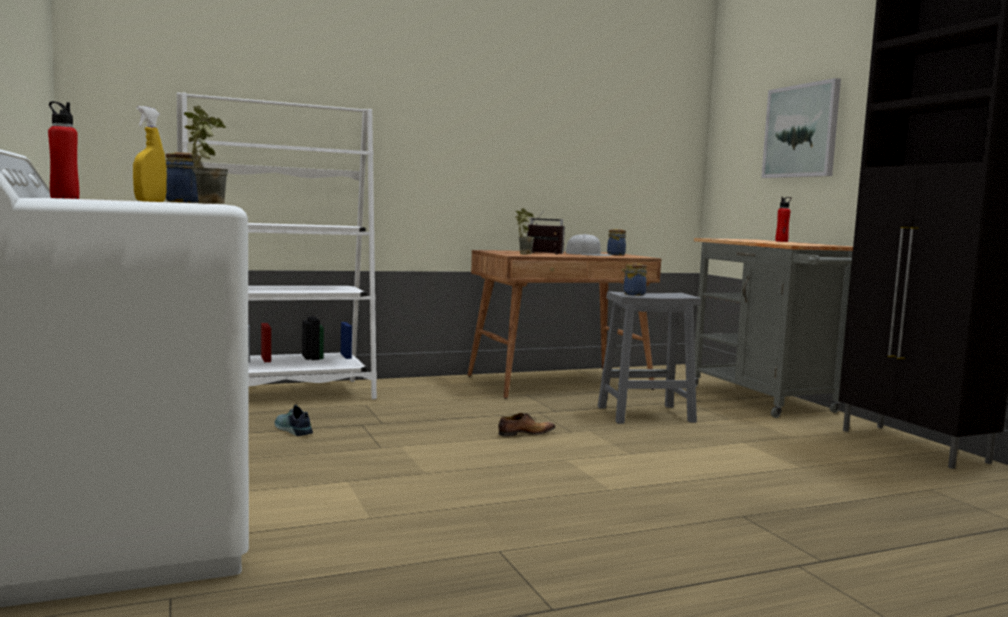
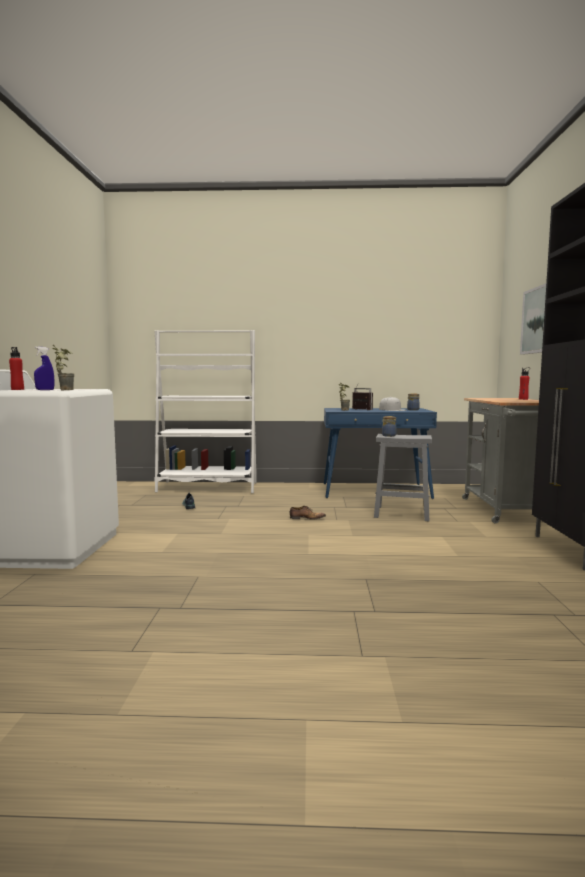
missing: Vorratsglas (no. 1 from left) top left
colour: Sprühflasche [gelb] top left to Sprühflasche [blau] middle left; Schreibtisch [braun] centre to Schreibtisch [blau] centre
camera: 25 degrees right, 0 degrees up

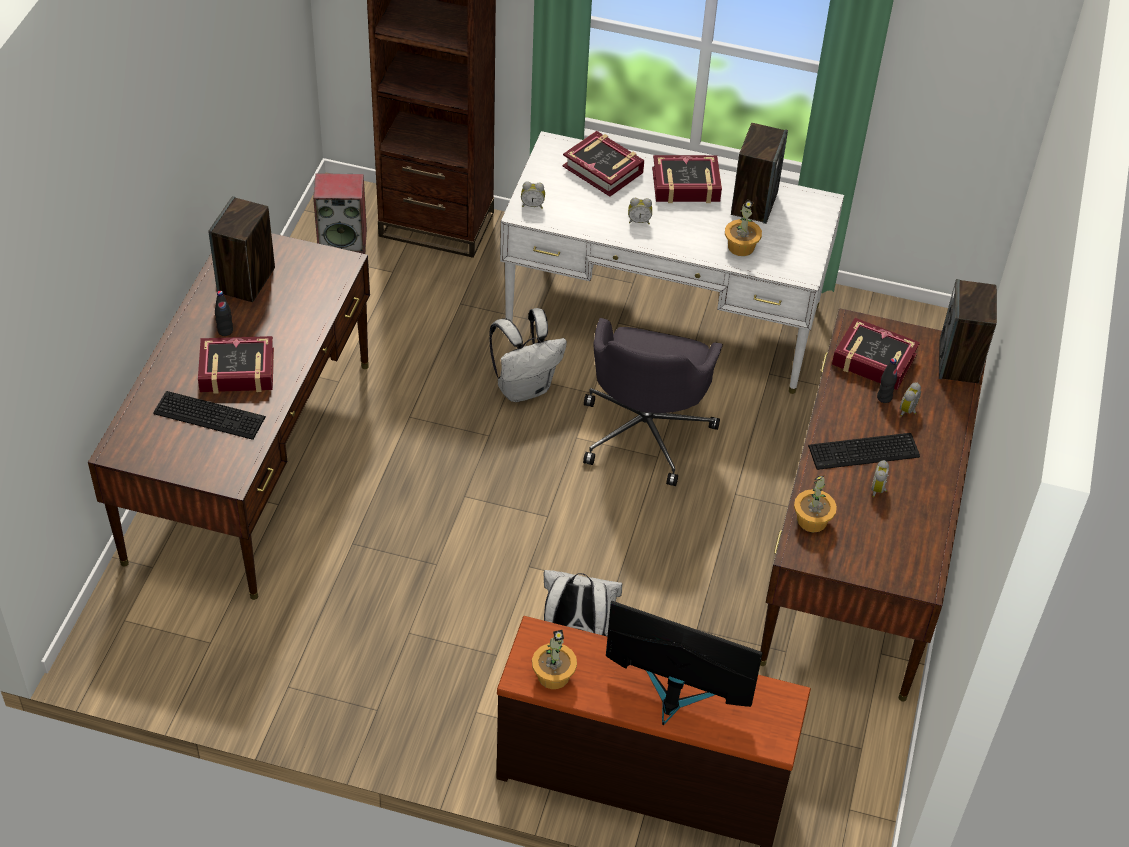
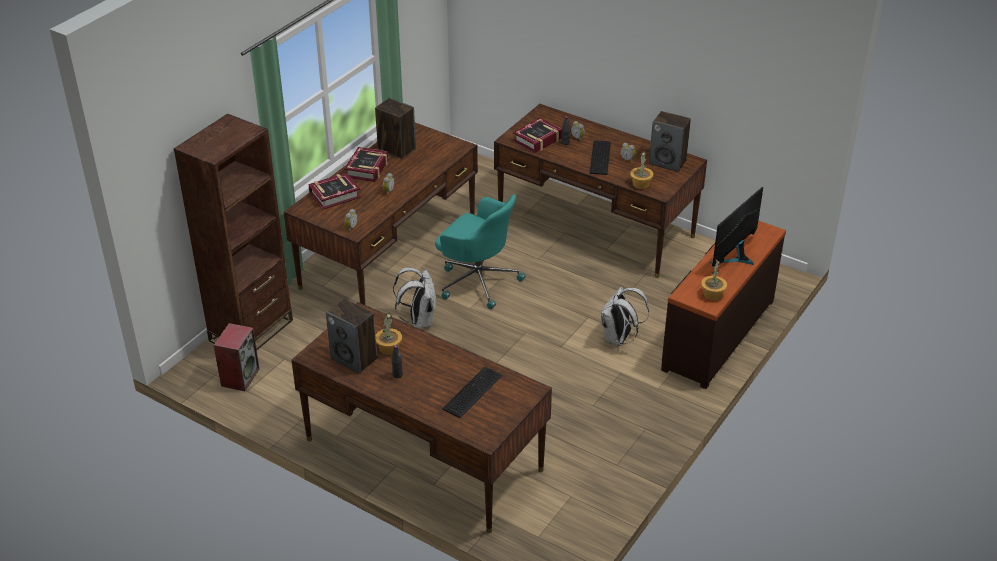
missing: Buch (no. 1 from left) middle left
relocated: Topfpflanze (no. 2 from left in the first image) top centre to Topfpflanze (no. 1 from left) centre; Lautsprecher (no. 4 from left) middle right to top right
colour: Schreibtisch [weiß] top centre to Schreibtisch [braun] (no. 1 from left) centre; Bürostuhl [grau] centre to Bürostuhl [türkis] centre
camera: 70 degrees left, 10 degrees down

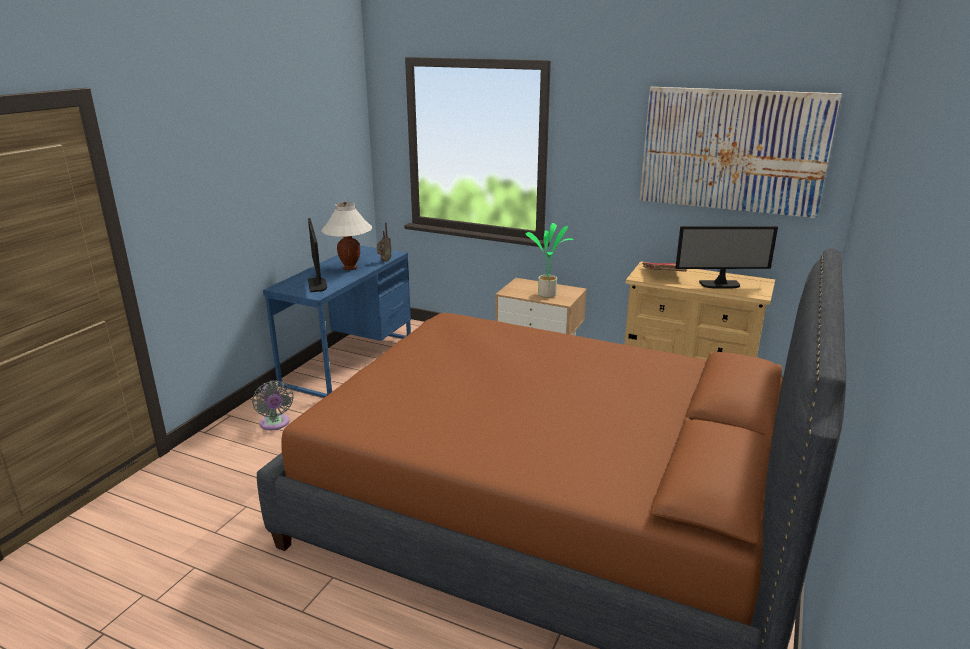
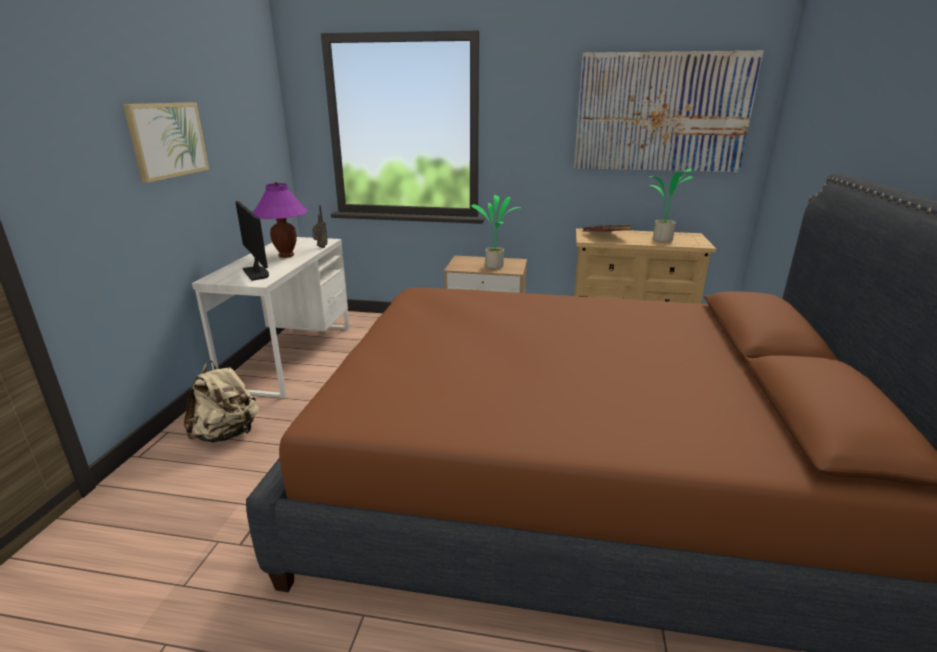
appeared: Bild (no. 1 from left) top left
exchanged: Monitor (no. 2 from left) middle right to Topfpflanze (no. 2 from left) top right; Ventilator [grau] middle left to Rucksack [beige] middle left
colour: Tischlampe [weiß] centre to Tischlampe [lila] middle left; Schreibtisch [blau] centre to Schreibtisch [weiß] middle left
camera: 15 degrees left, 0 degrees up

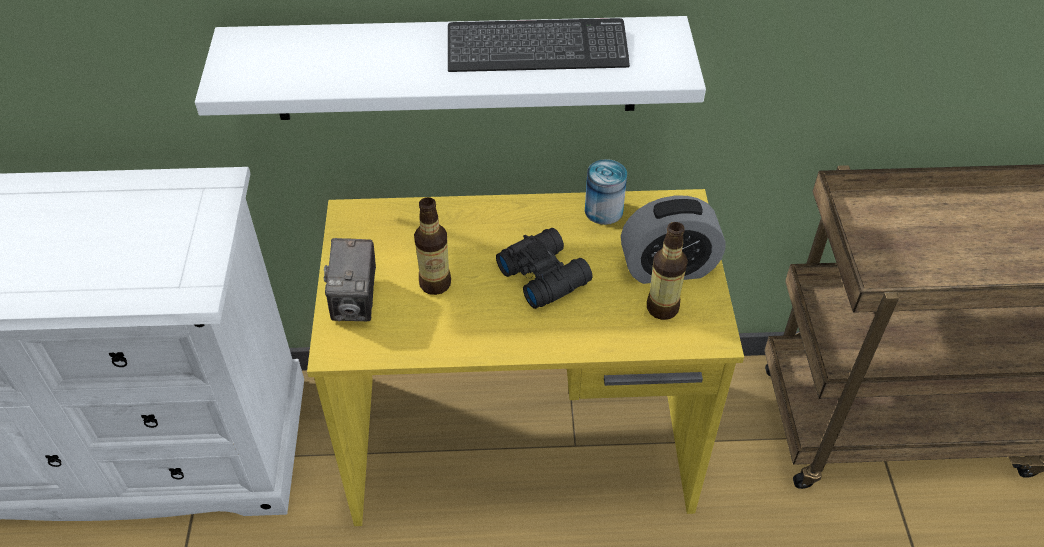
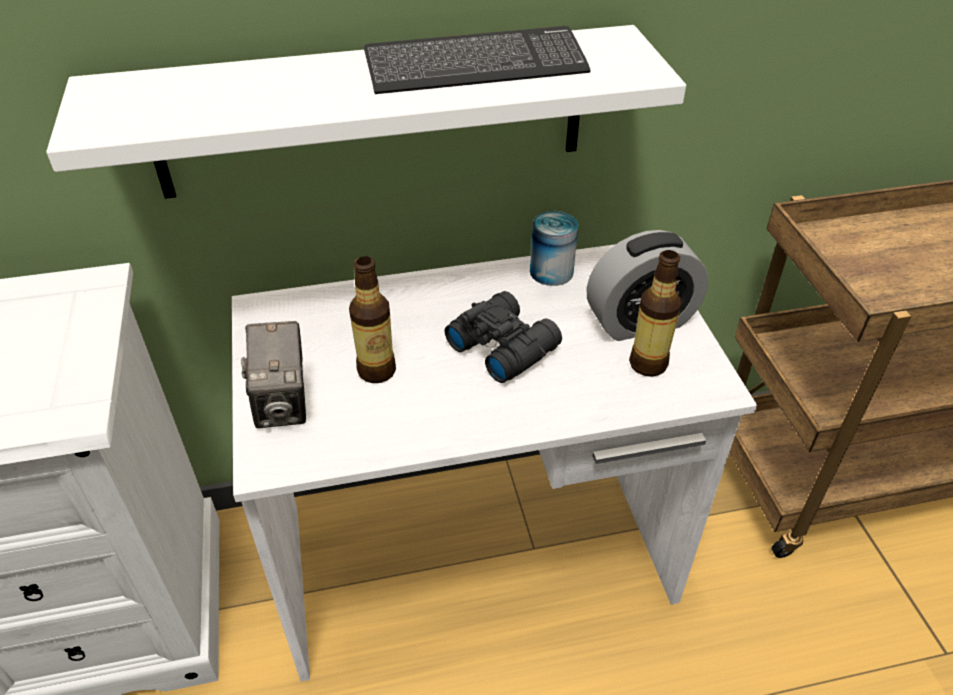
colour: Schreibtisch [gelb] centre to Schreibtisch [weiß] centre
camera: 10 degrees left, 5 degrees down

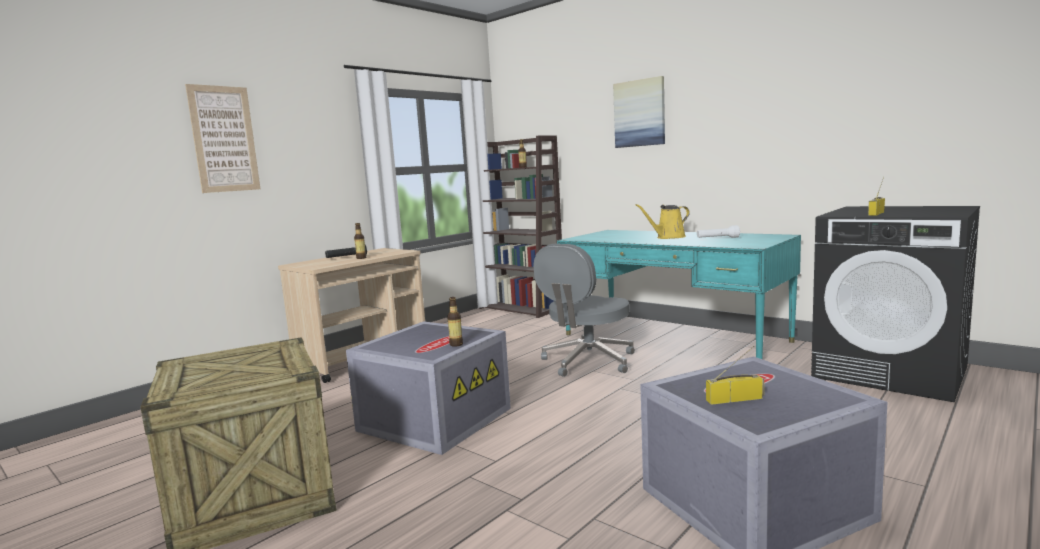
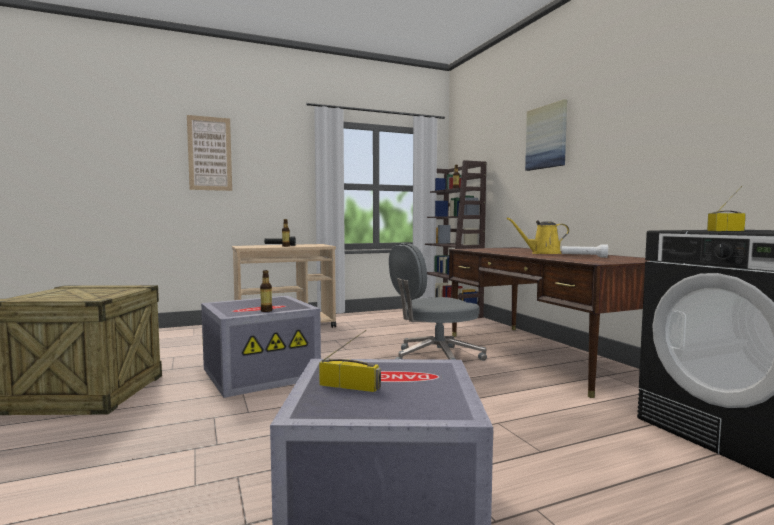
colour: Schreibtisch [türkis] centre to Schreibtisch [braun] middle right
camera: 25 degrees right, 5 degrees down

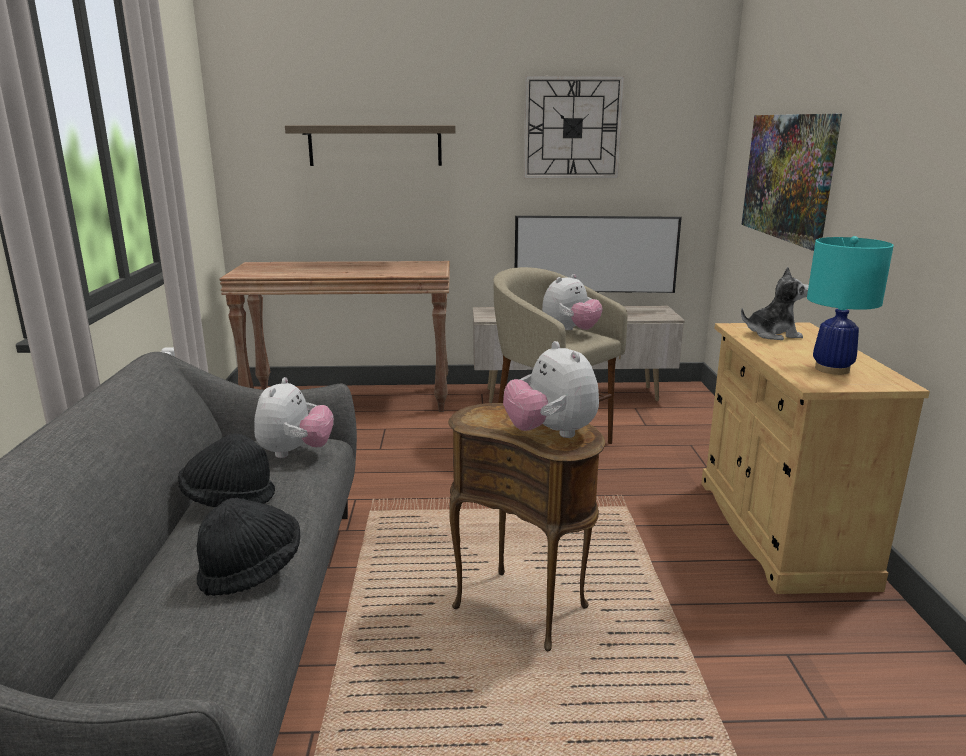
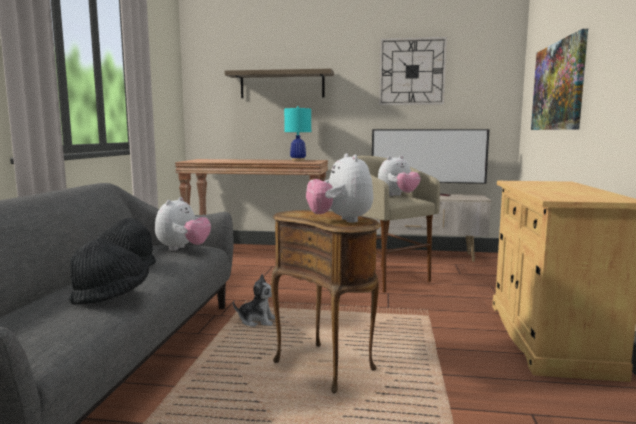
relocated: Tischlampe [türkis] middle right to top centre; Plüschtier (no. 4 from left in the first image) middle right to Plüschtier (no. 2 from left) bottom centre
camera: 10 degrees right, 10 degrees down

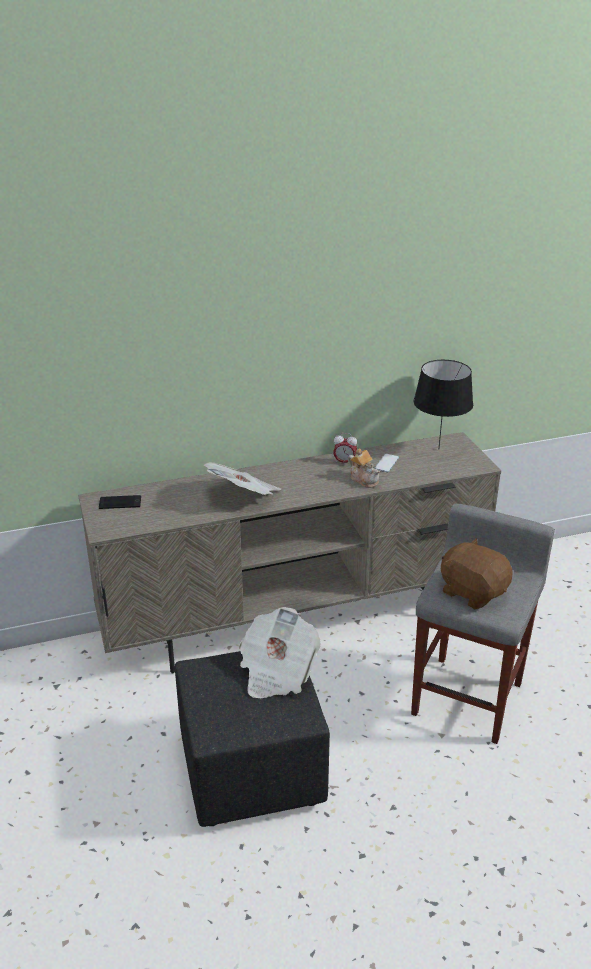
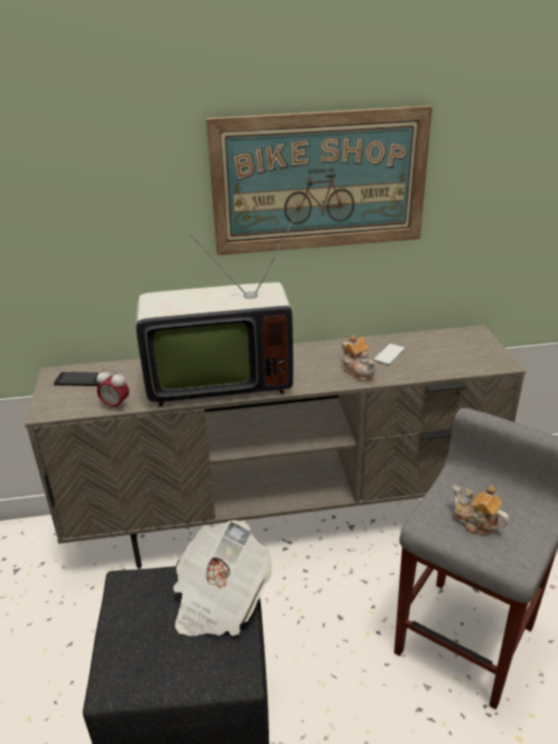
missing: Tischlampe [schwarz] middle right
appeared: Bild top centre
relocated: Wecker centre to middle left
exchanged: Zeitung (no. 1 from left) centre to Fernseher centre; Plüschtier [braun] middle right to Teekanne (no. 2 from left) bottom right
camera: 10 degrees right, 0 degrees up

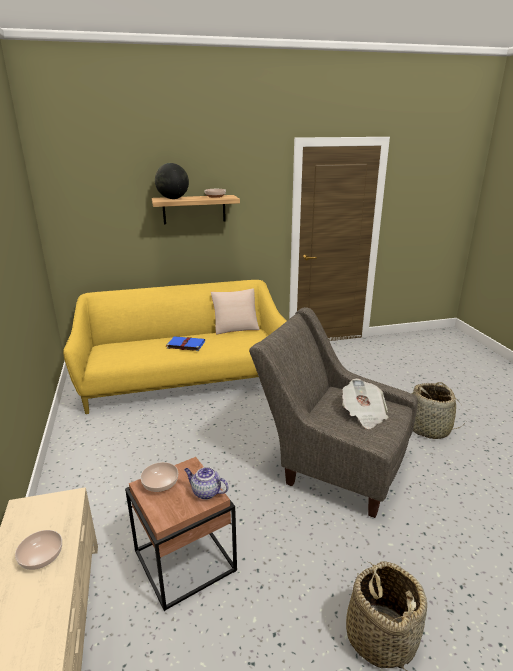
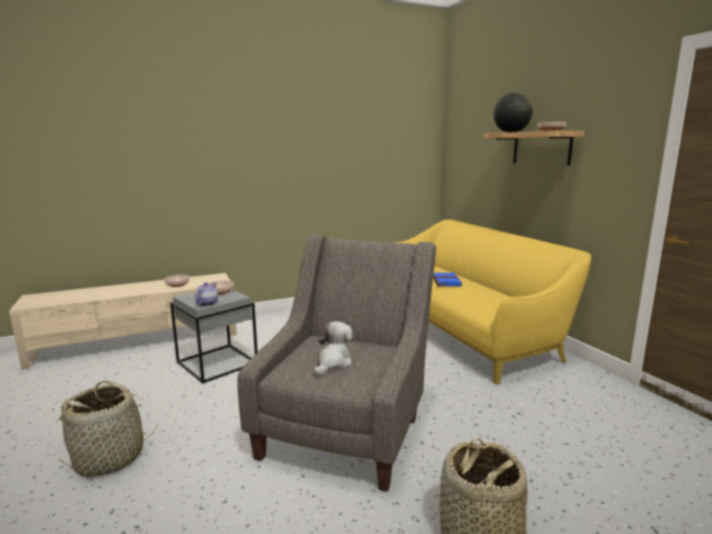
missing: Kissen [beige] centre
exchanged: Zeitung middle right to Plüschtier centre
colour: Beistelltisch [braun] bottom centre to Beistelltisch [grau] middle left
camera: 80 degrees right, 10 degrees down

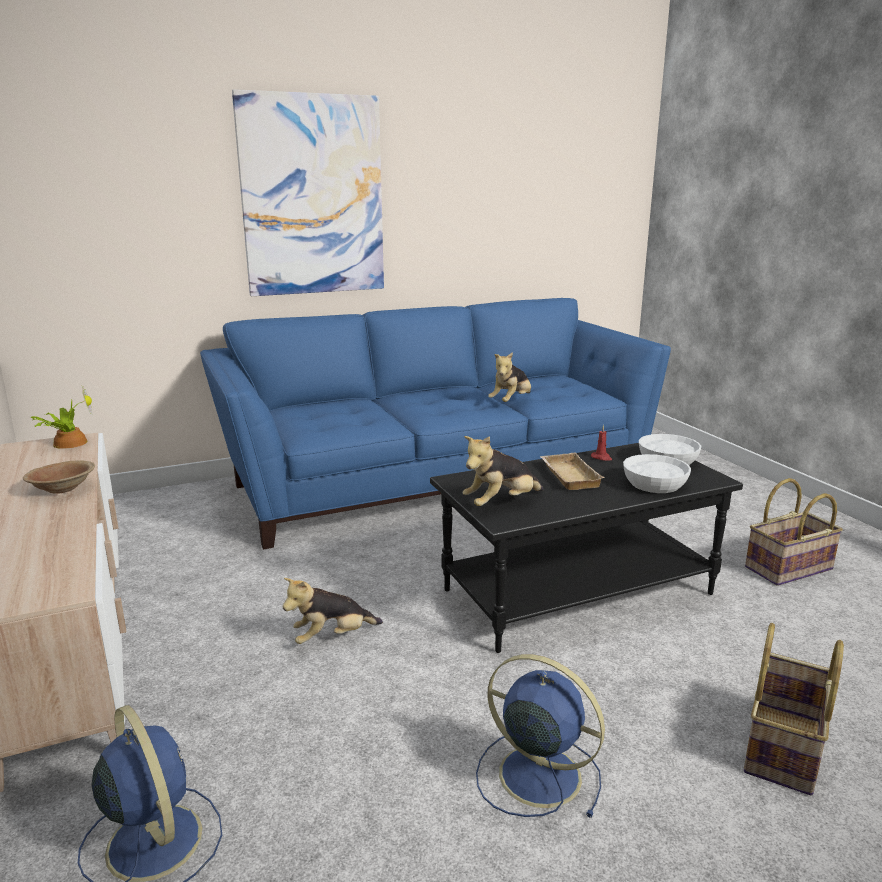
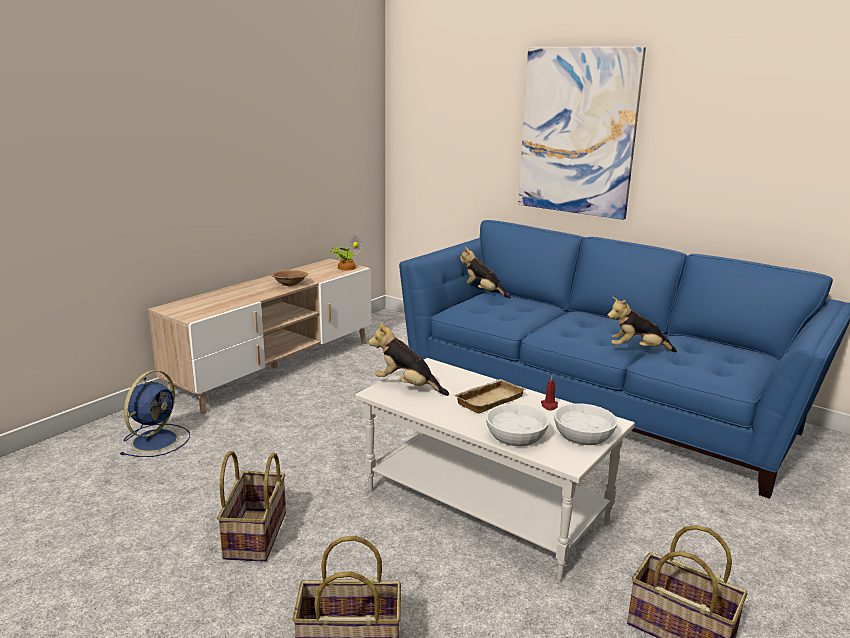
relocated: Plüschtier (no. 1 from left in the first image) bottom centre to Plüschtier (no. 2 from left) centre
exchanged: Ventilator [blau] (no. 2 from left) bottom centre to Korb (no. 1 from left) bottom left
colour: Couchtisch [schwarz] centre to Couchtisch [weiß] bottom centre
camera: 60 degrees right, 0 degrees up

